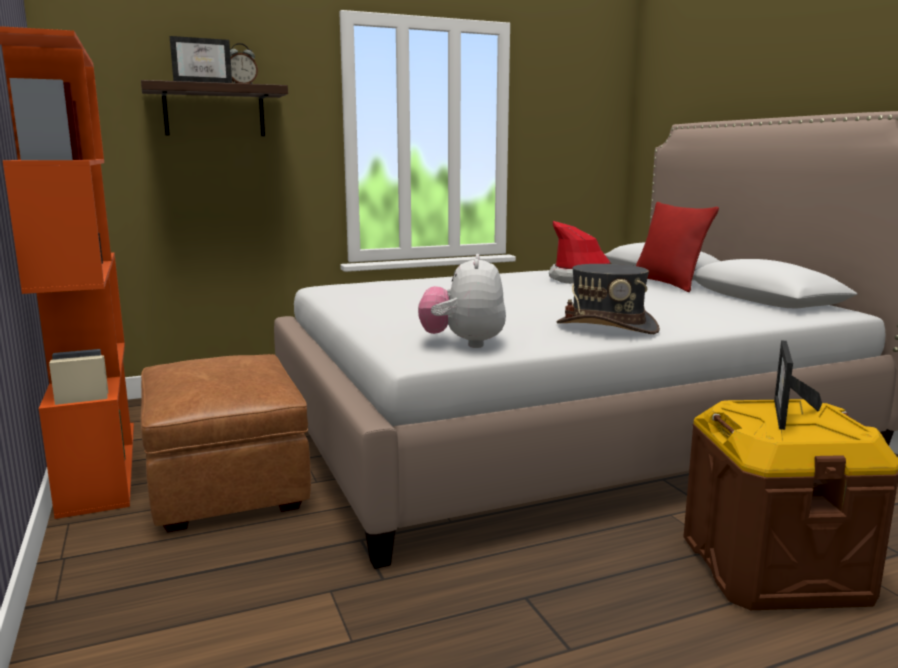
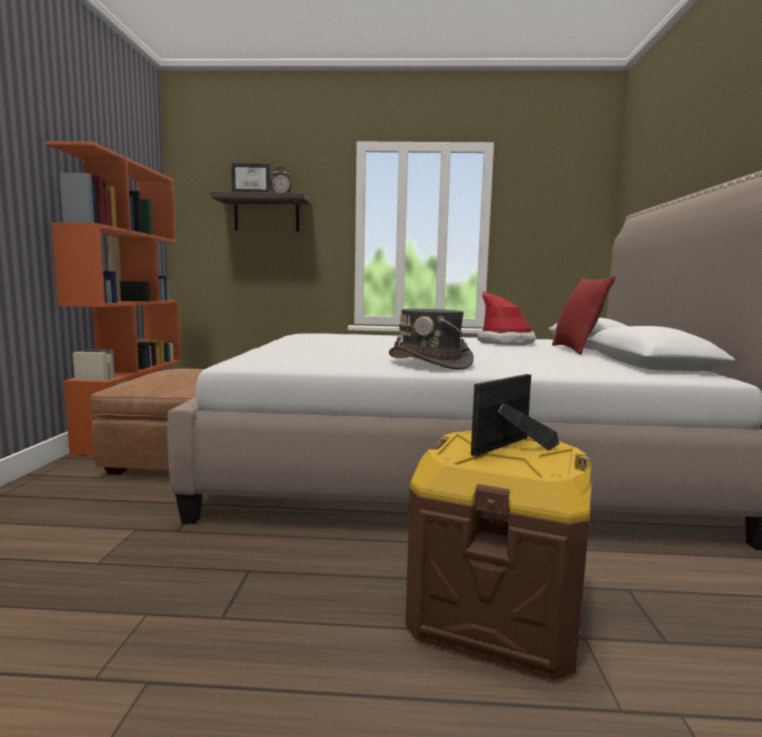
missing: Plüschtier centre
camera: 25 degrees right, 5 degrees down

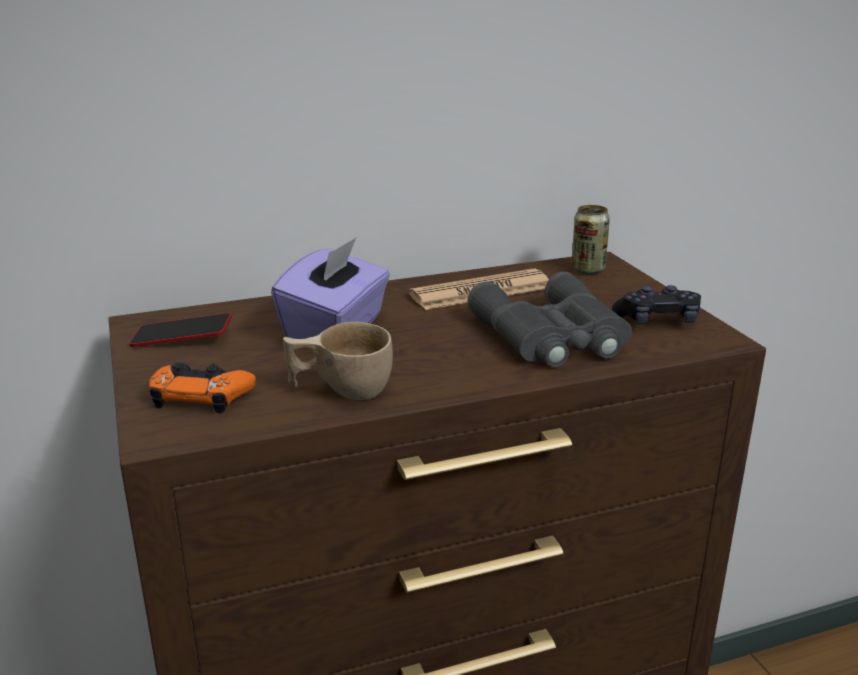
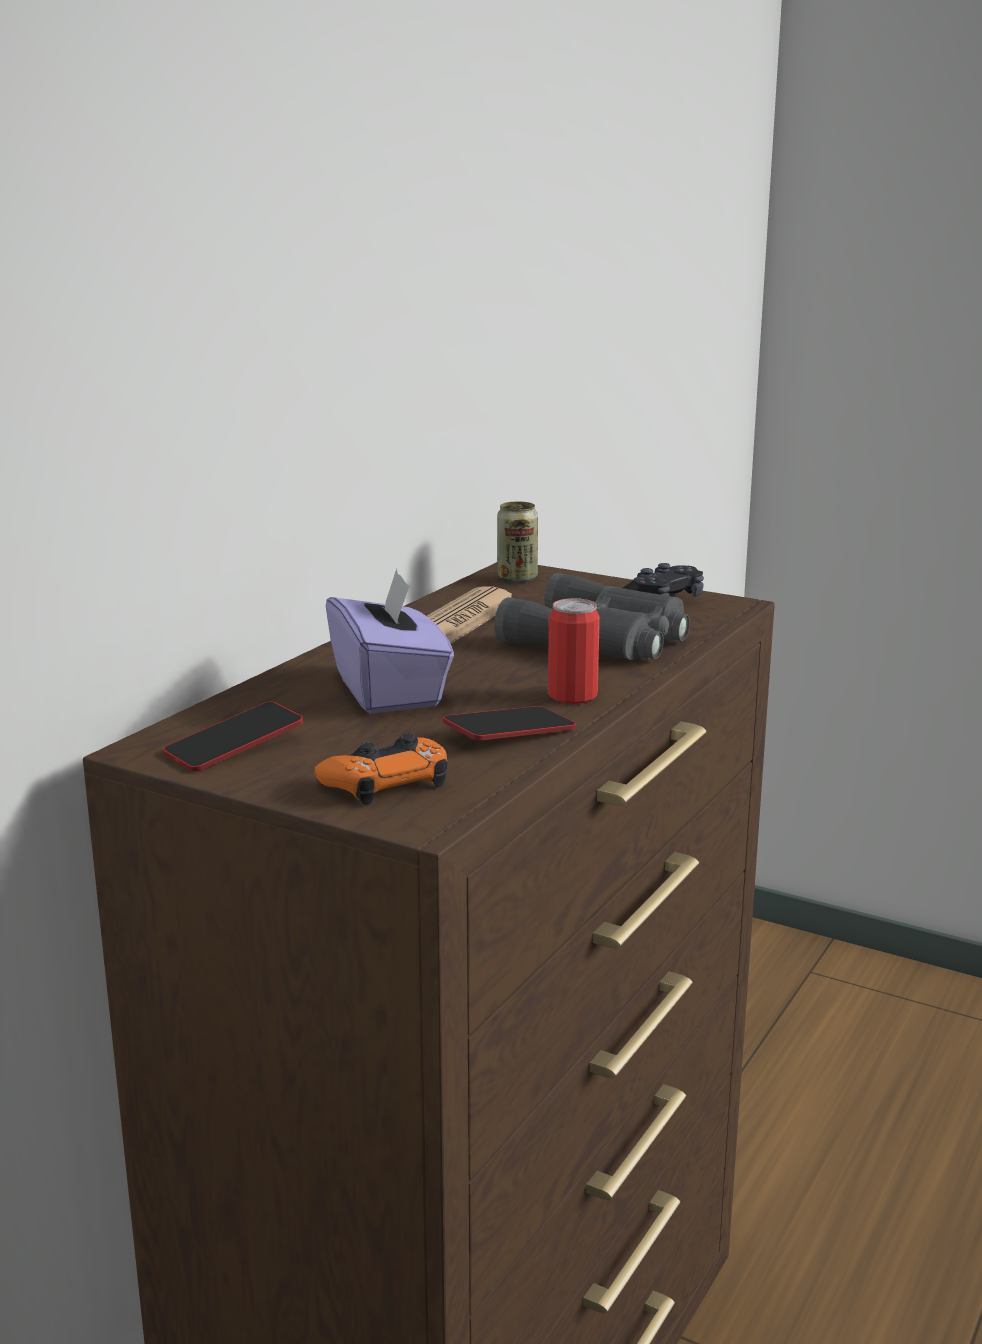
appeared: Dose (no. 2 from left) centre
exchanged: Tasse [beige] centre to Handy (no. 2 from left) centre
camera: 40 degrees left, 5 degrees down

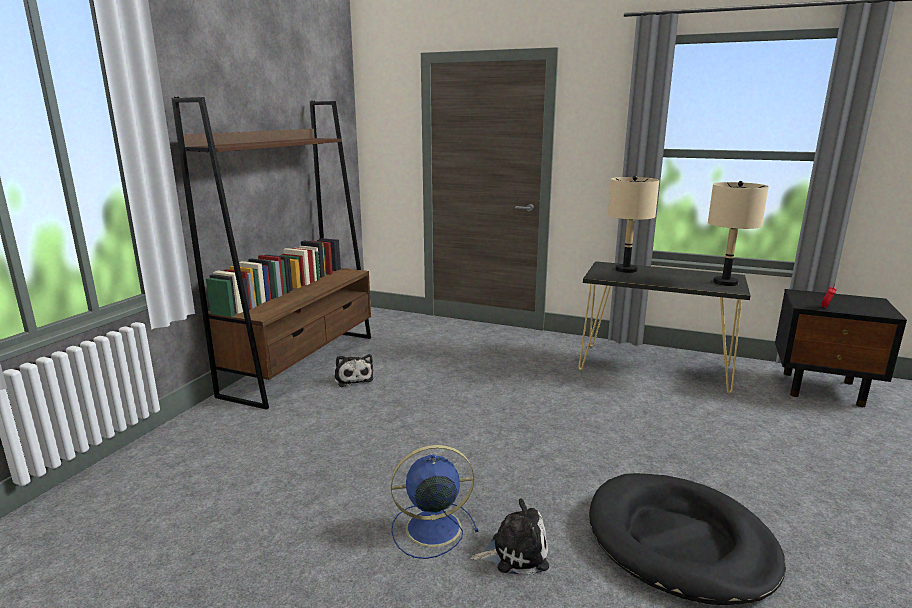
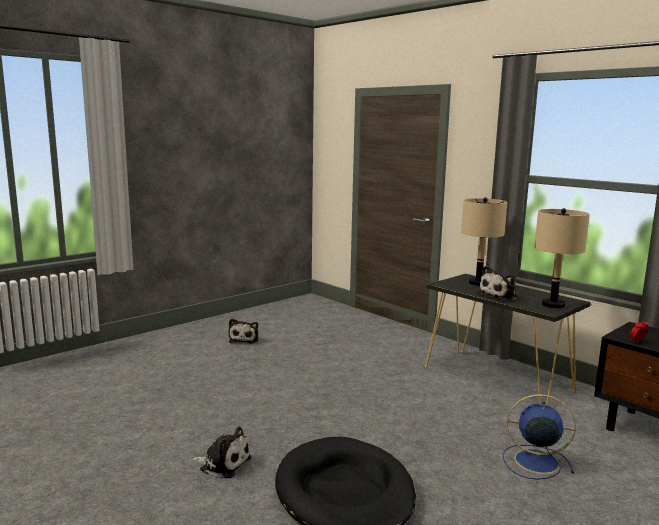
missing: Bücherregal [braun] middle left
appeared: Plüschtier (no. 3 from left) middle right
relocated: Ventilator [blau] bottom centre to bottom right
camera: 25 degrees right, 5 degrees down

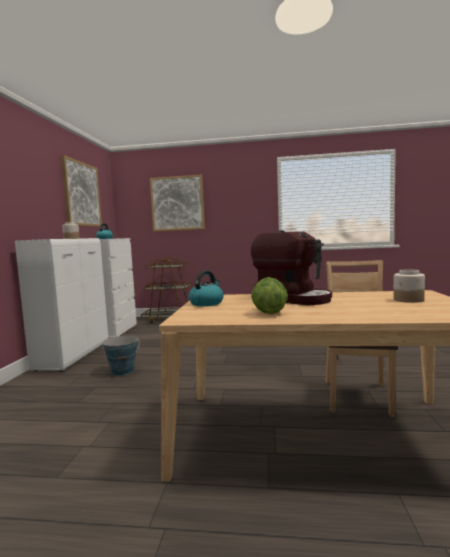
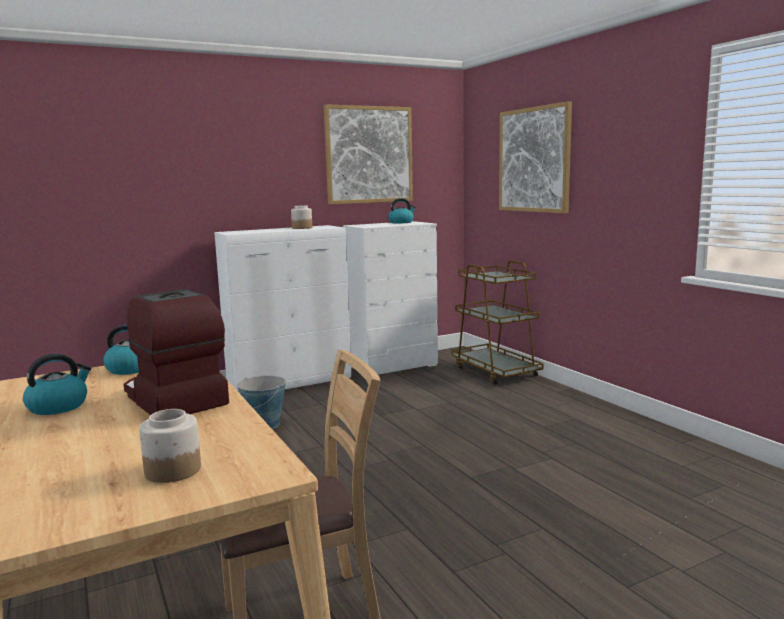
exchanged: Salatkopf centre to Wasserkessel (no. 1 from left) middle left
spun: Kaffeemaschine centre = middle left 135 degrees clockwise
camera: 55 degrees right, 5 degrees up

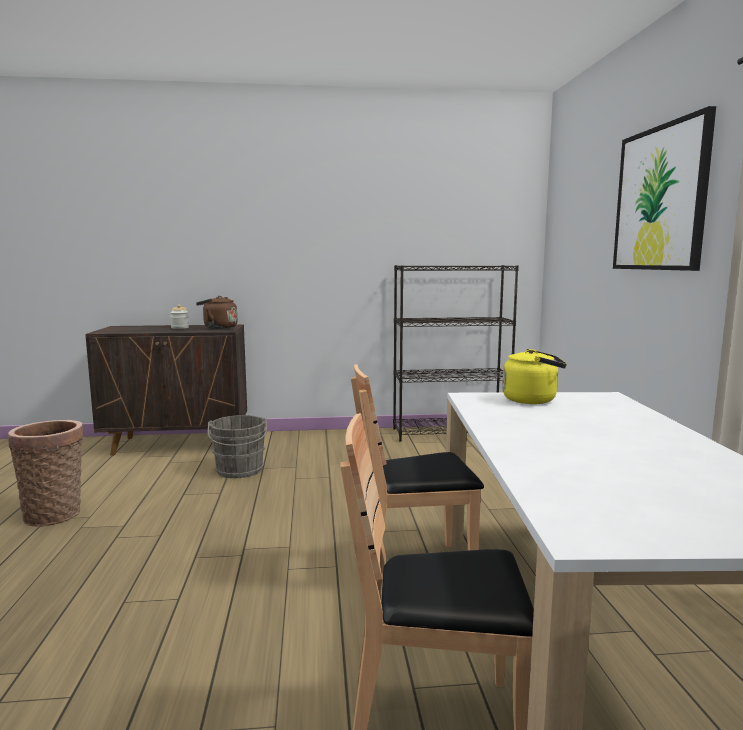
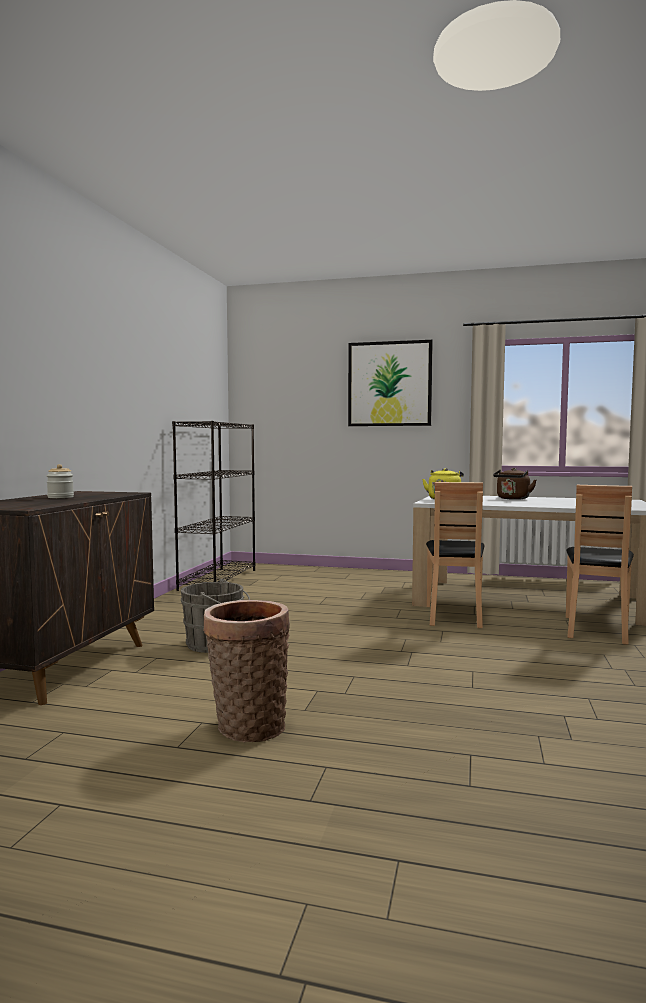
relocated: Wasserkessel [braun] middle left to middle right
camera: 70 degrees left, 5 degrees down

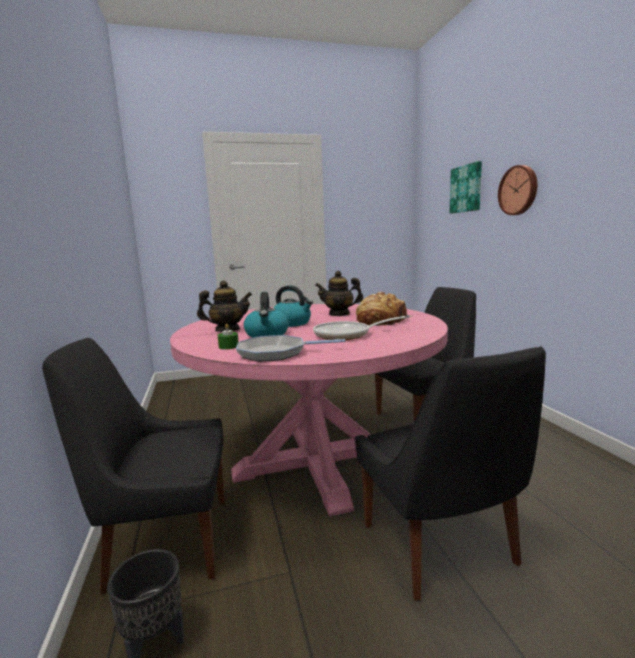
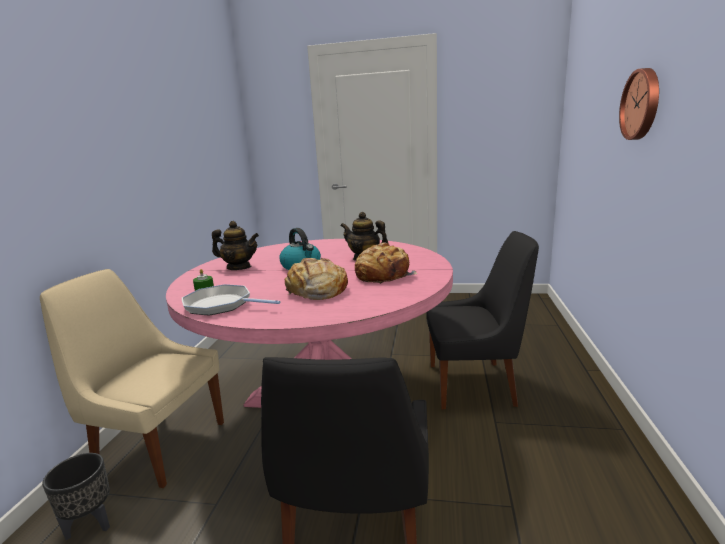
missing: Bild top right; Wasserkessel (no. 1 from left) centre
exchanged: Pfanne (no. 2 from left) centre to Brot (no. 1 from left) centre
colour: Stuhl [schwarz] (no. 1 from left) bottom left to Stuhl [beige] bottom left
camera: 25 degrees right, 5 degrees up

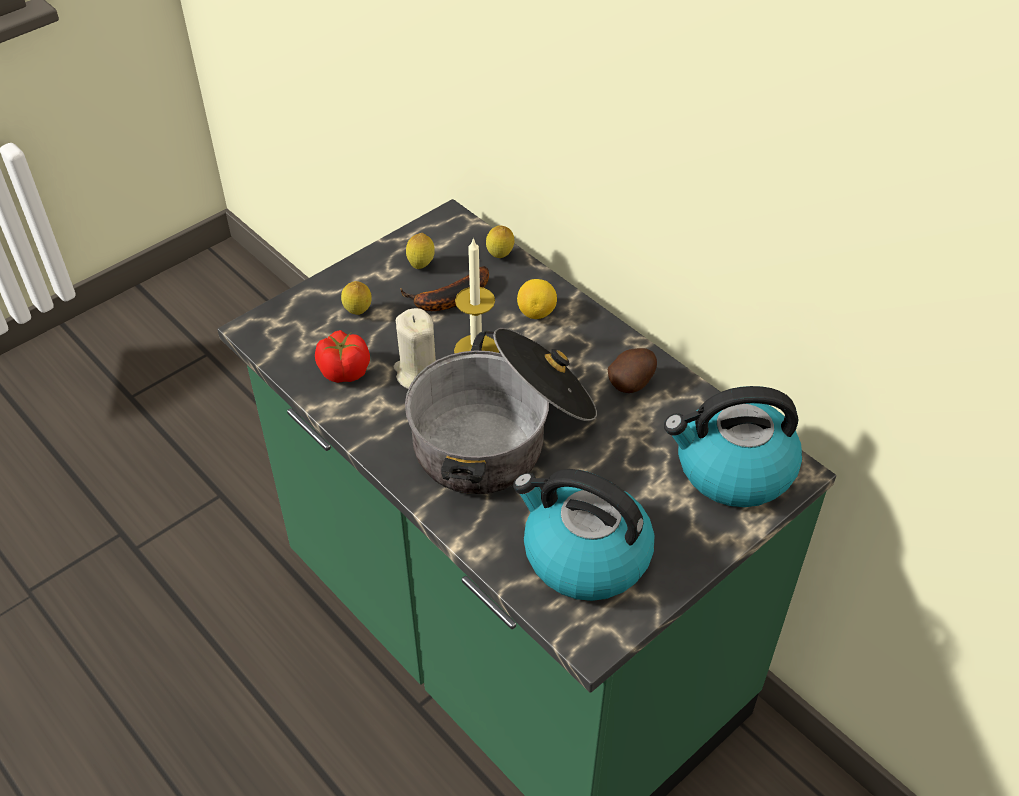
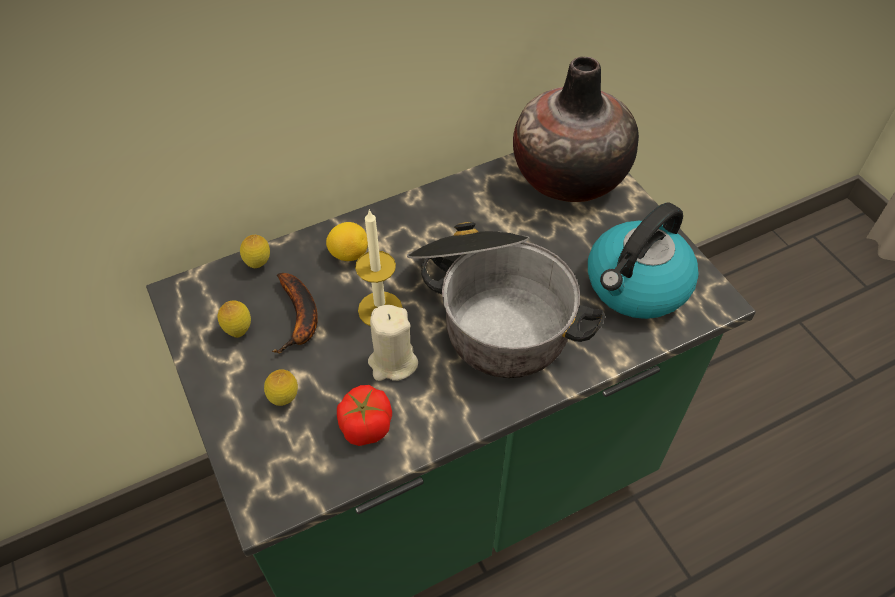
missing: Kartoffel centre
exchanged: Wasserkessel (no. 2 from left) middle right to Vase top centre
camera: 75 degrees left, 5 degrees up

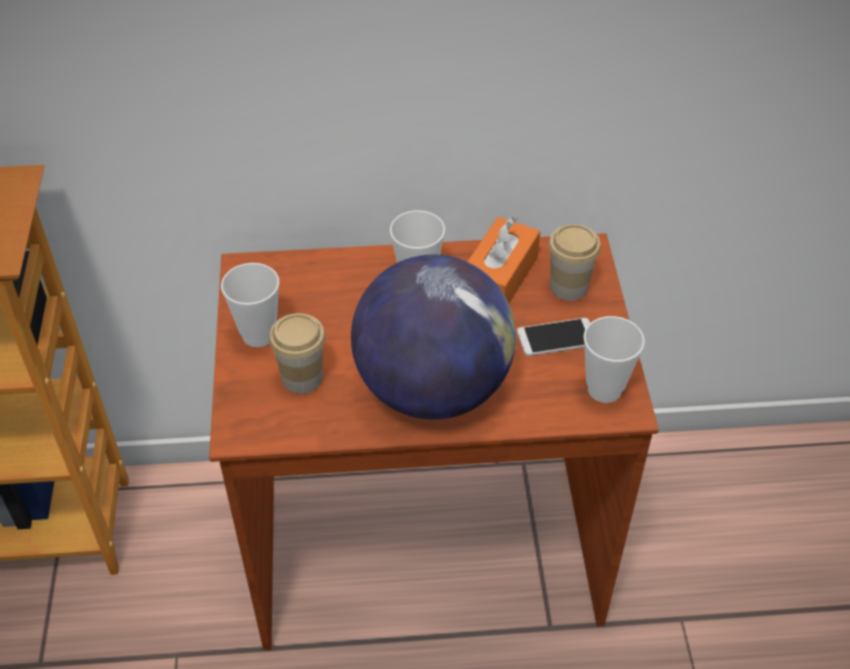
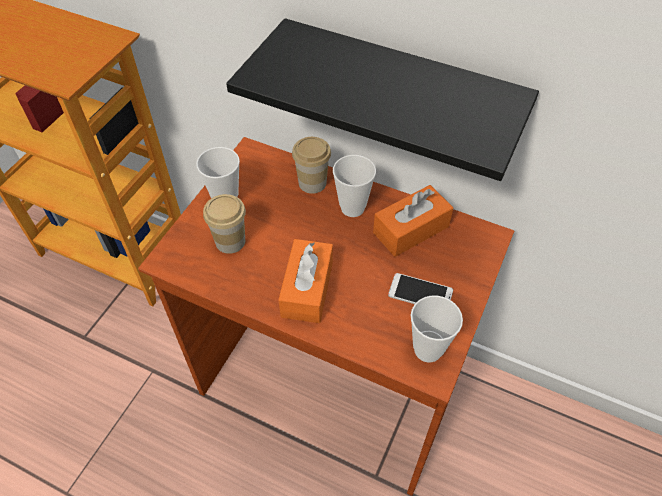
appeared: Wandregal [schwarz] top centre
relocated: Tasse (no. 4 from left in the first image) middle right to Tasse (no. 3 from left) top centre
exchanged: Globus centre to Taschentuchbox [orange] (no. 1 from left) centre
camera: 30 degrees right, 5 degrees up

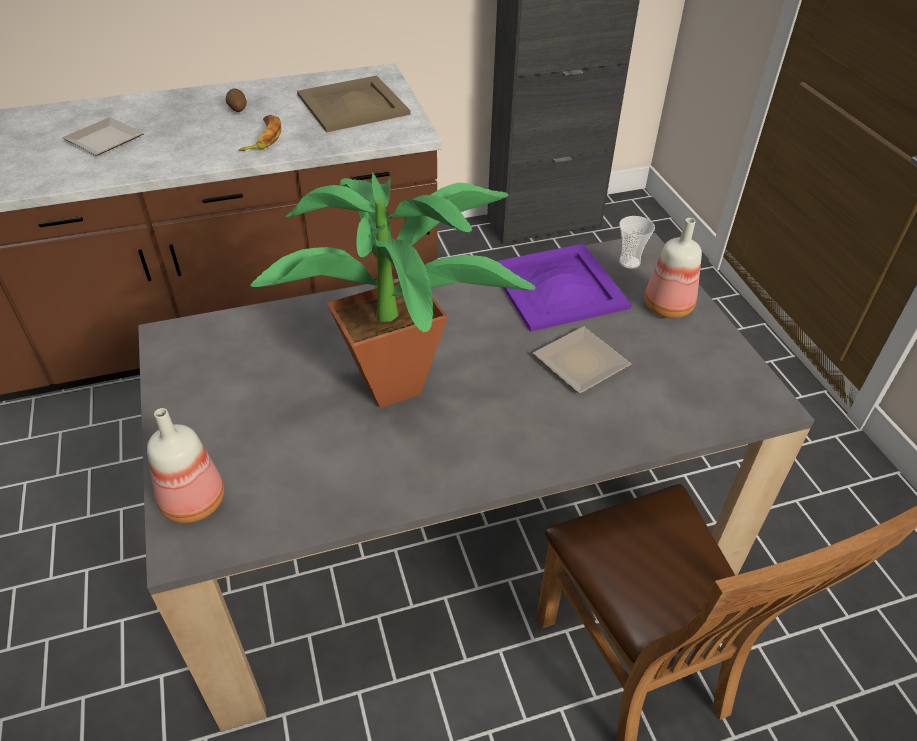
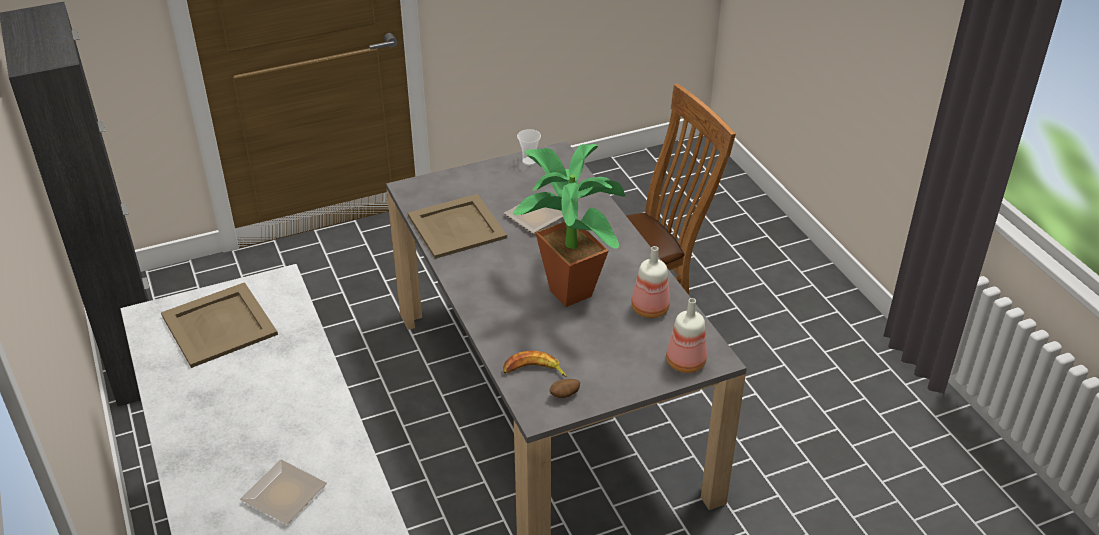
relocated: Kartoffel top left to bottom centre; Banane top left to bottom centre; Tasse top right to top centre; Flasche (no. 2 from left in the first image) middle right to Flasche (no. 1 from left) centre
colour: Tablett [lila] centre to Tablett [beige] (no. 2 from left) centre
camera: 95 degrees left, 5 degrees down

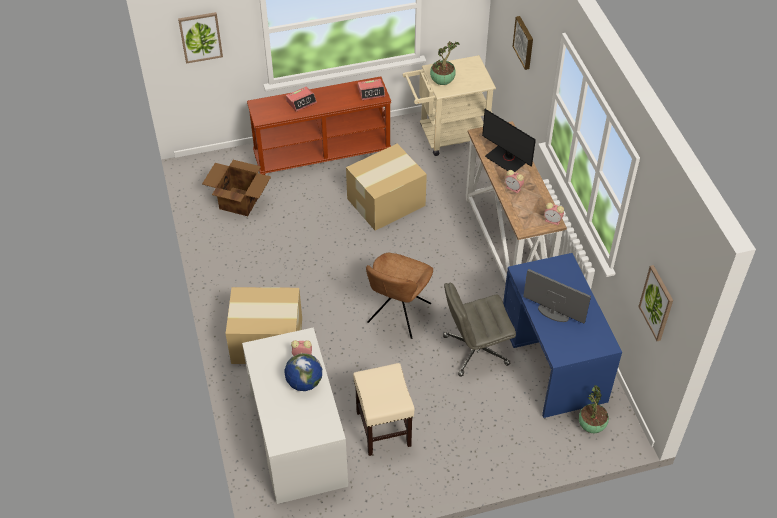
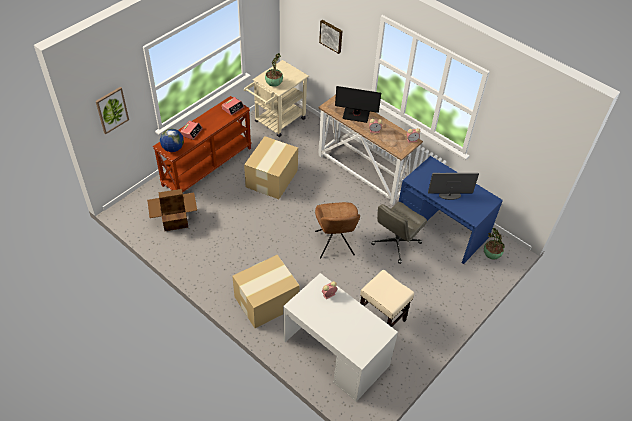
missing: Bild (no. 3 from left) middle right
relocated: Globus bottom centre to top left
camera: 35 degrees left, 0 degrees up

